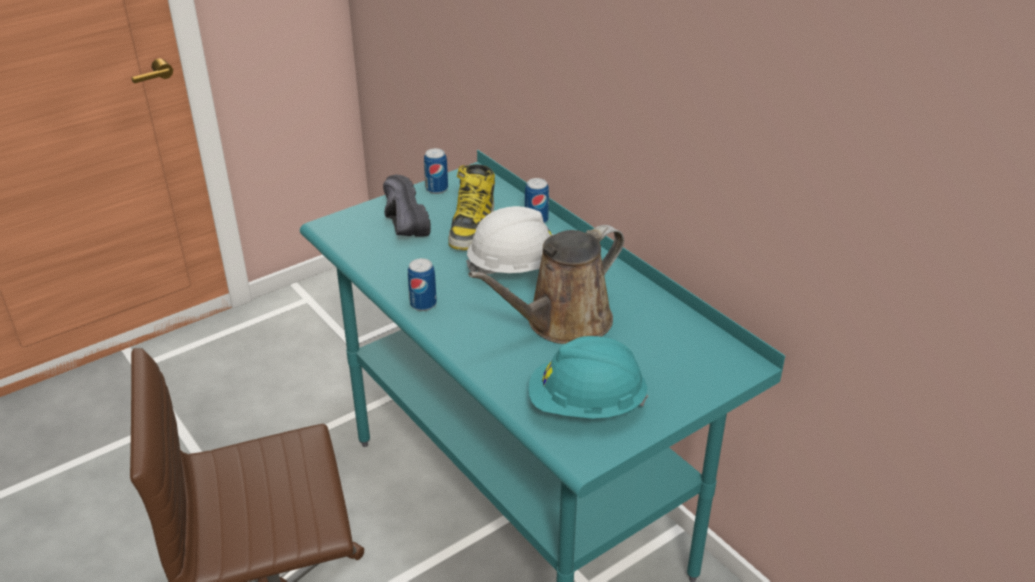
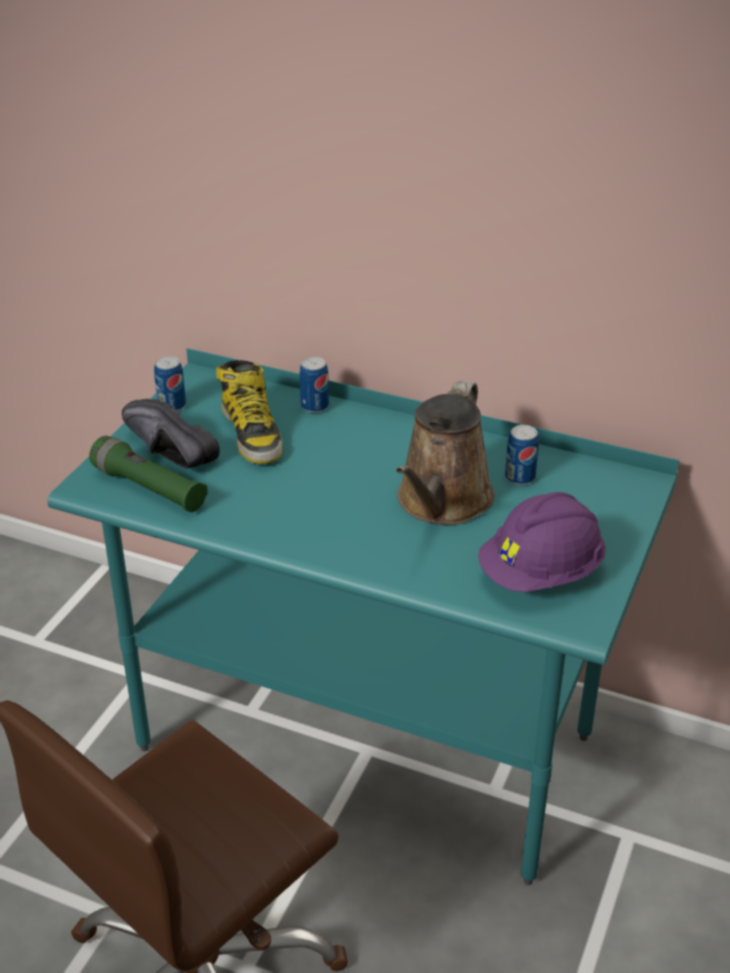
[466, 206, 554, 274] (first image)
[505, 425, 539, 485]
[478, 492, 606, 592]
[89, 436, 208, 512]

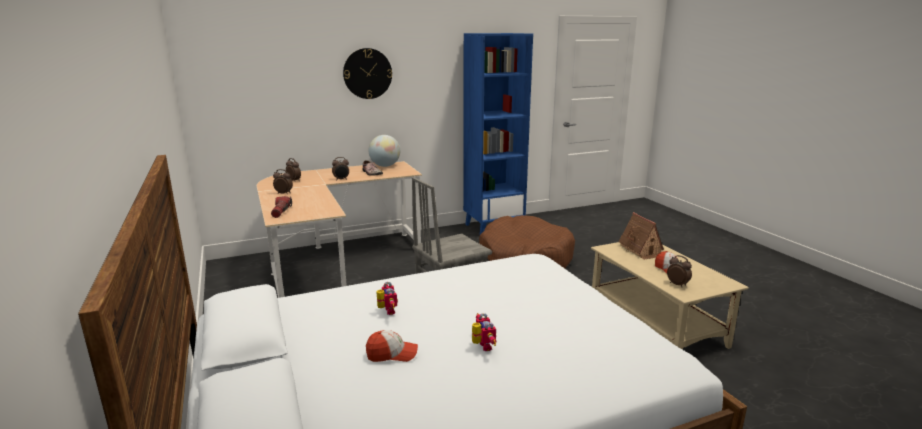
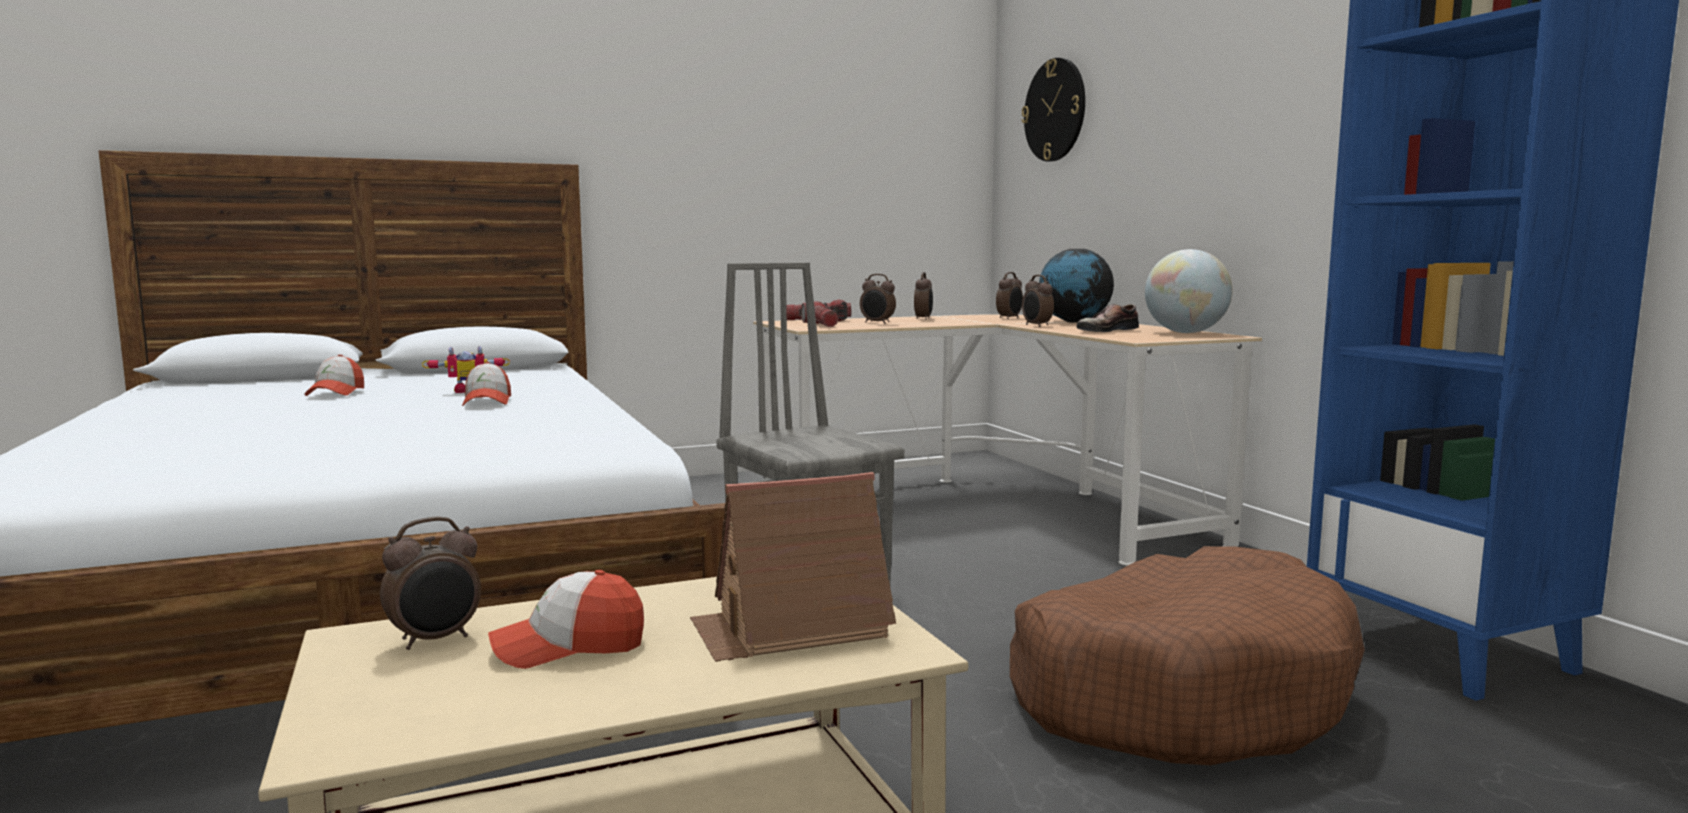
[1022, 58, 1085, 162]
[472, 313, 497, 351] (first image)
[1039, 249, 1114, 323]
[860, 274, 896, 324]
[801, 301, 839, 327]
[462, 362, 511, 406]

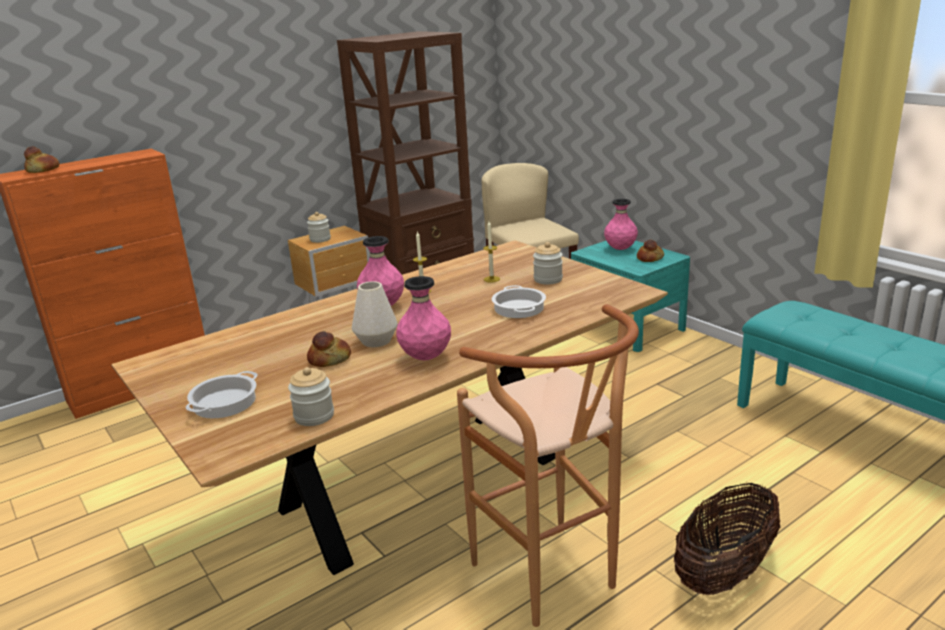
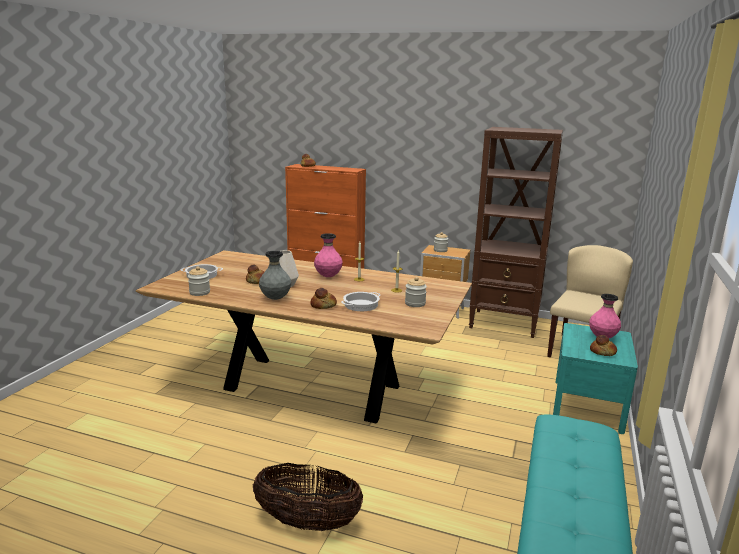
[259, 251, 291, 300]
[457, 304, 639, 627] (first image)
[310, 288, 337, 309]

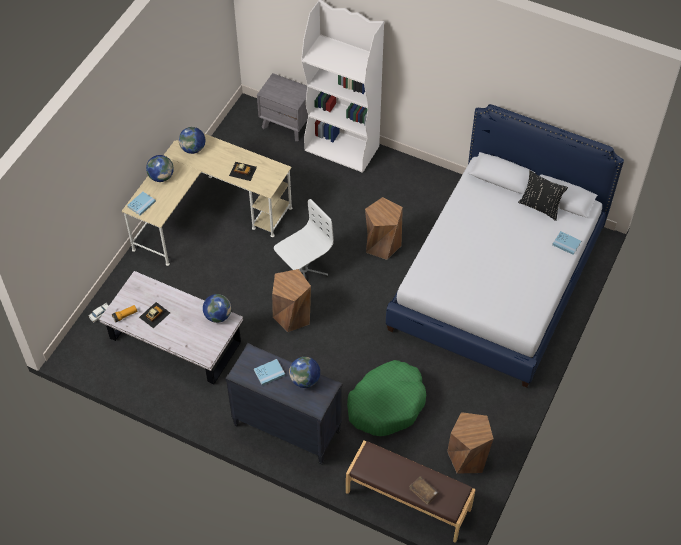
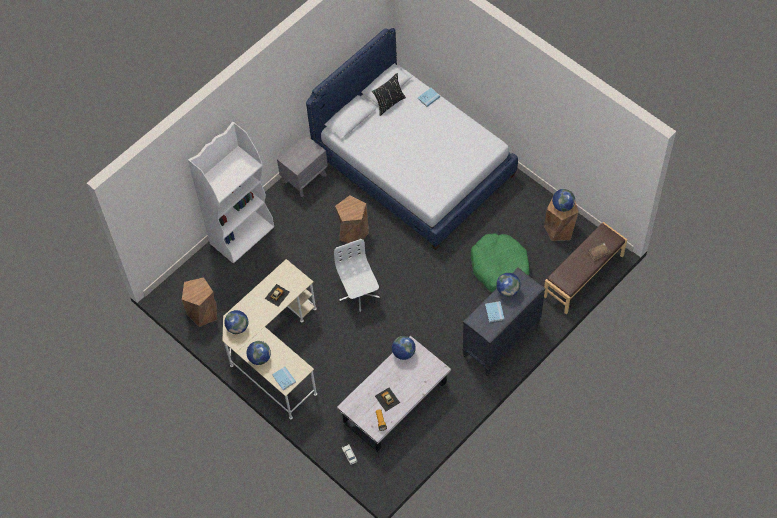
[277, 135, 328, 197]
[182, 277, 217, 327]
[552, 189, 575, 212]

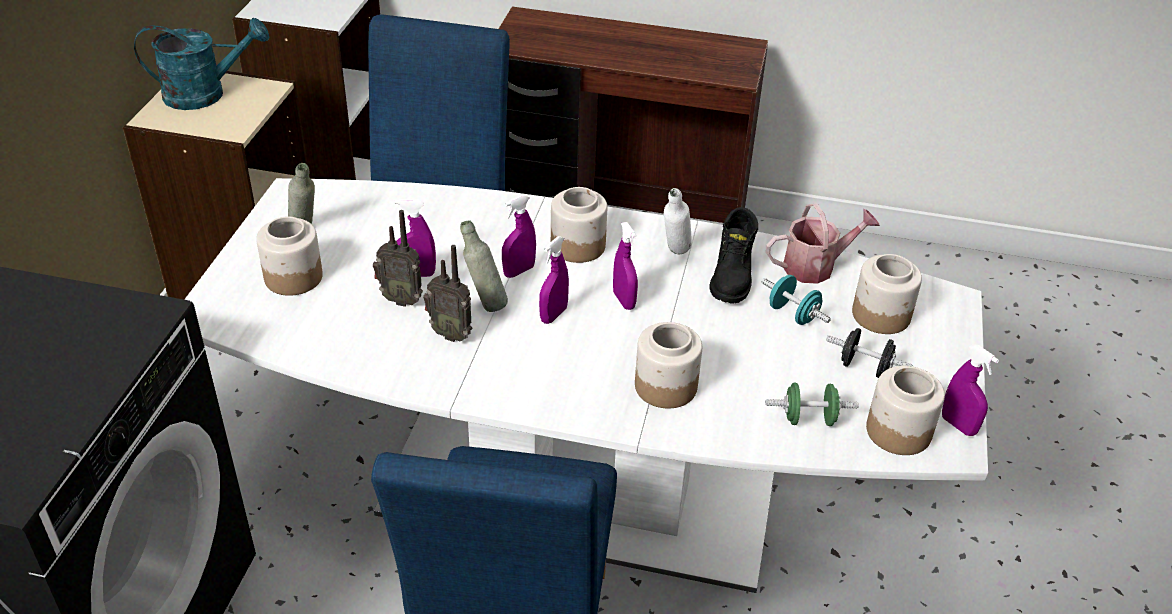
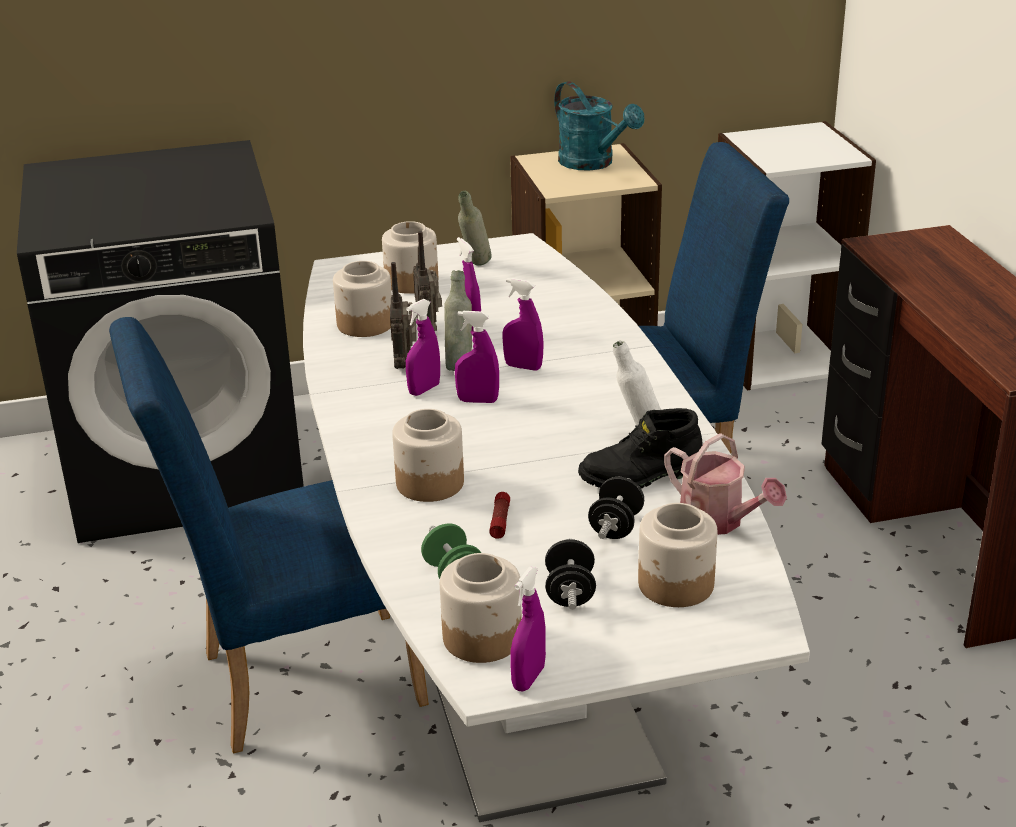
[333, 261, 392, 337]
[406, 299, 440, 396]
[588, 477, 644, 539]
[489, 492, 510, 539]

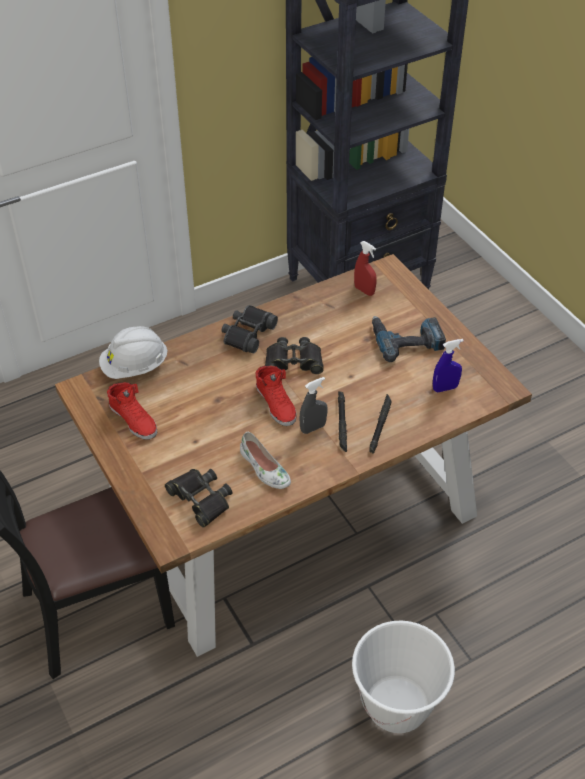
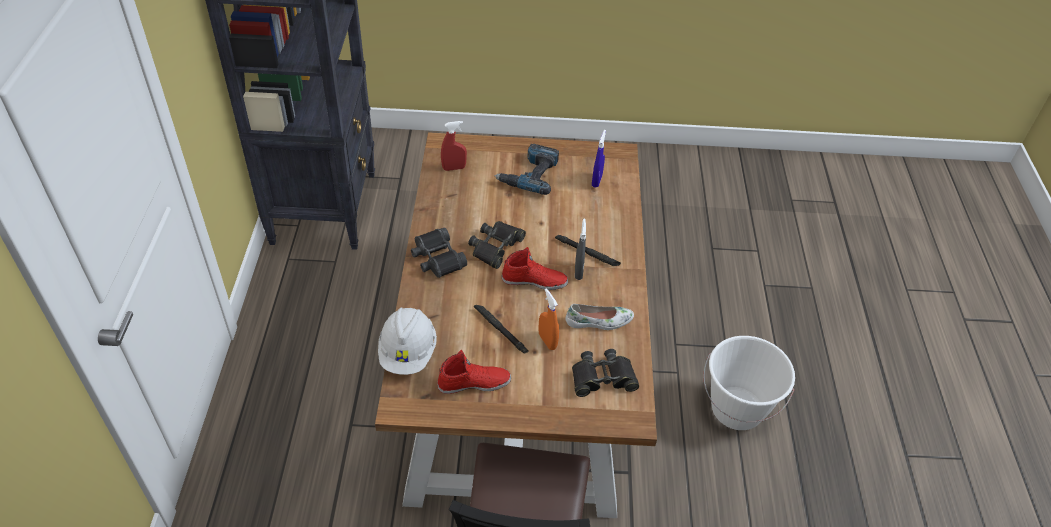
[474, 305, 529, 354]
[538, 288, 559, 350]

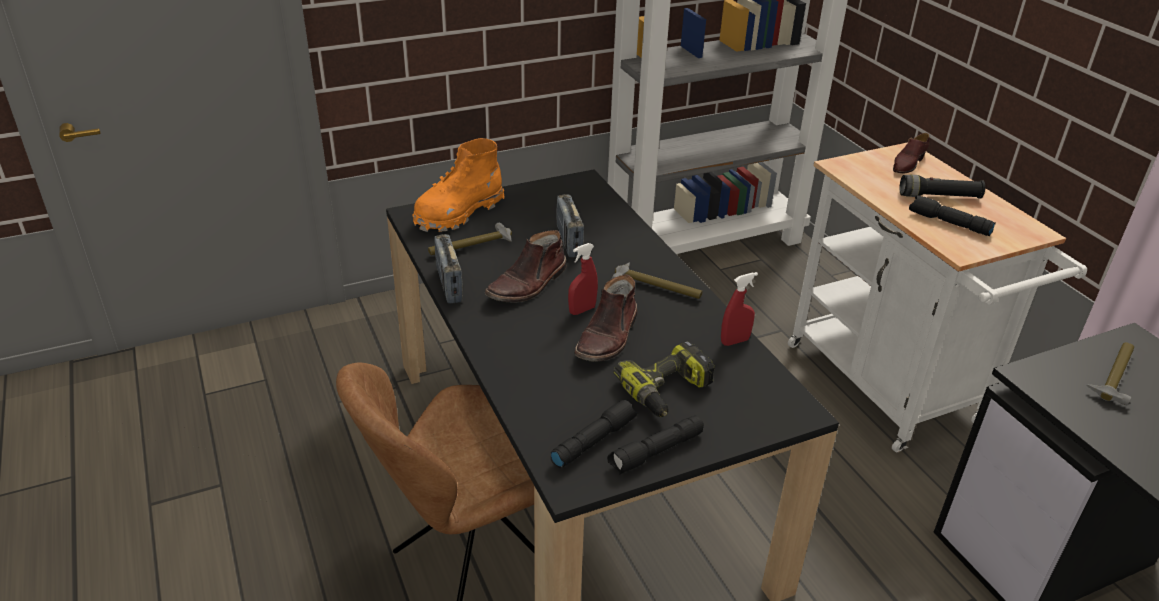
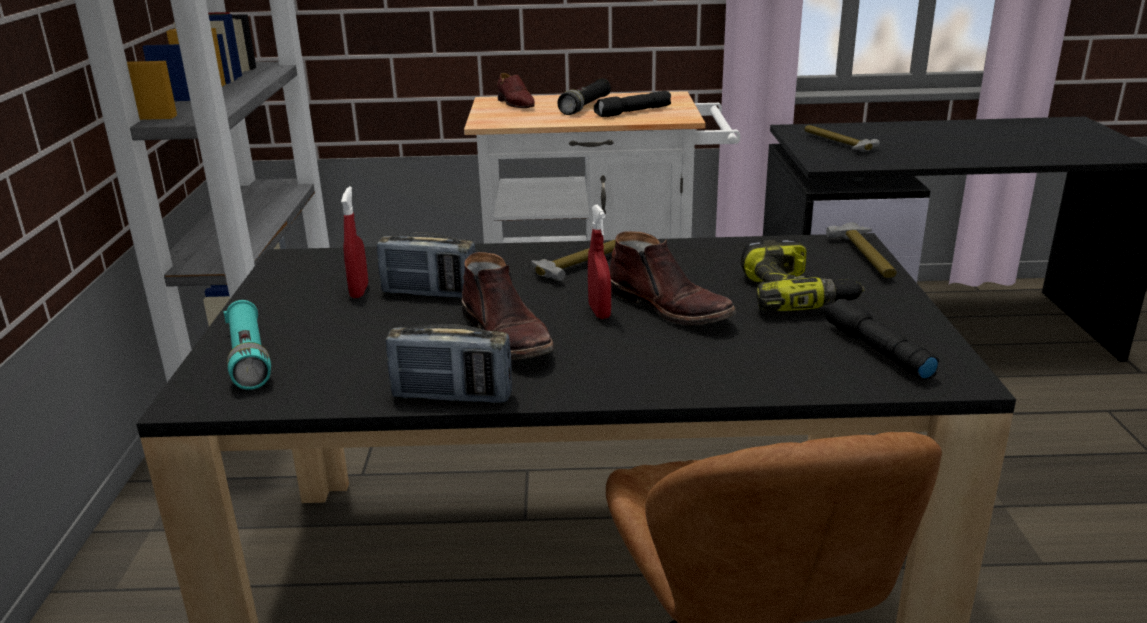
[224, 300, 271, 390]
[826, 222, 897, 278]
[341, 187, 368, 298]
[607, 415, 704, 475] (first image)

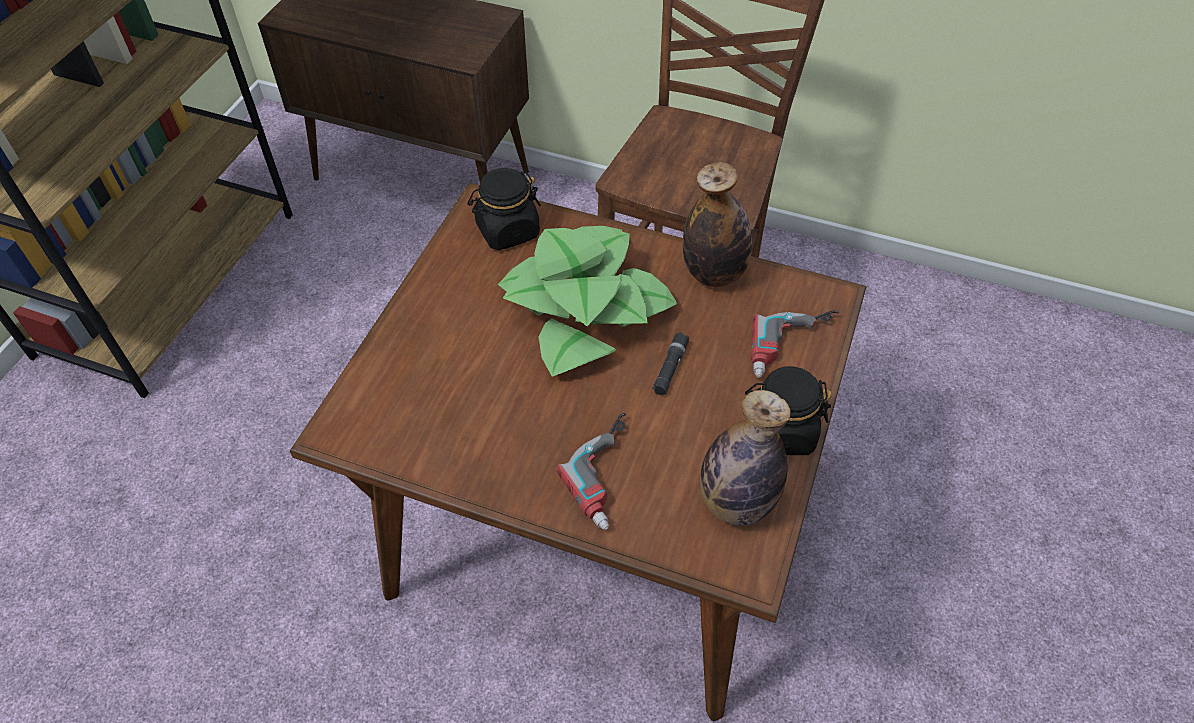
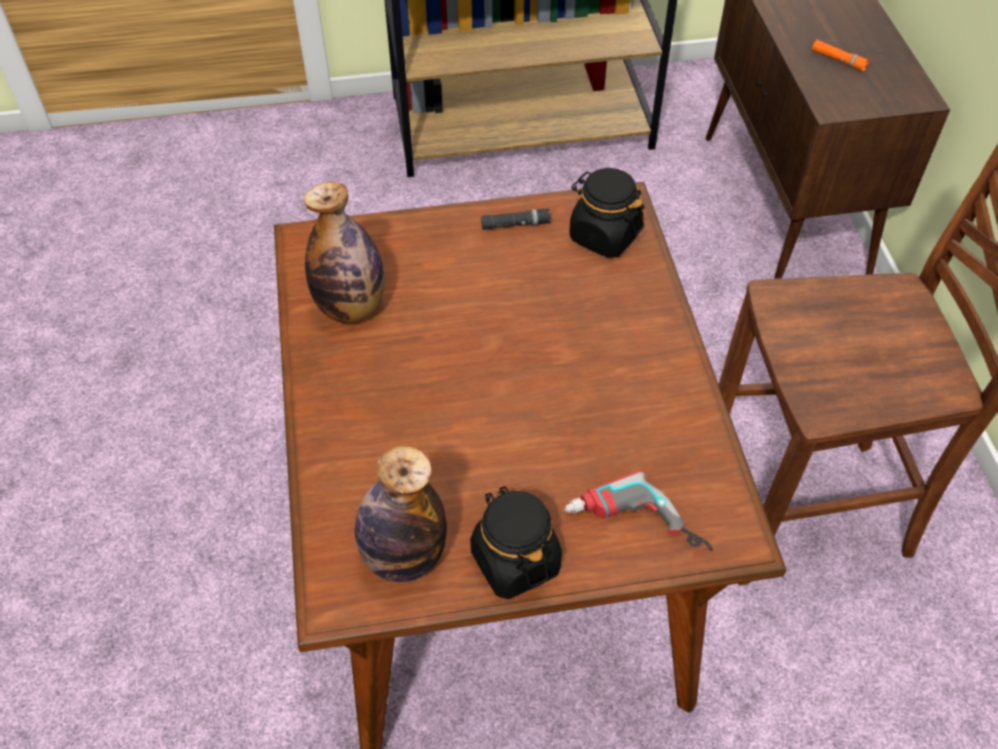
[304, 182, 385, 323]
[498, 226, 678, 377] (first image)
[481, 208, 552, 230]
[557, 413, 626, 530] (first image)
[812, 40, 869, 72]

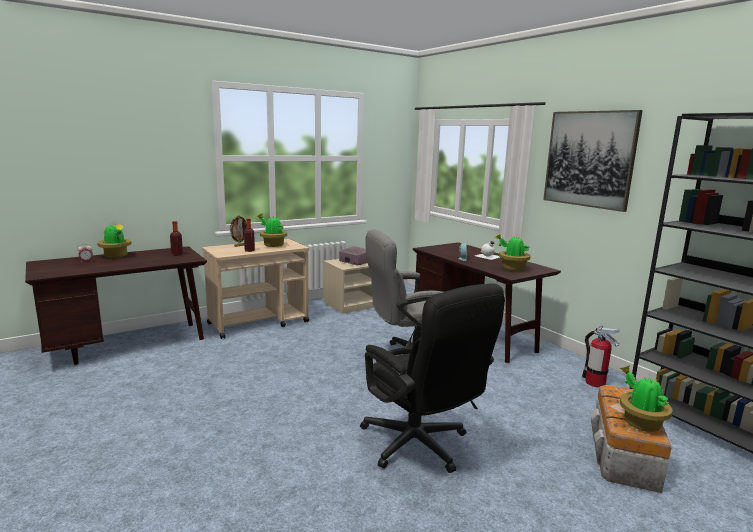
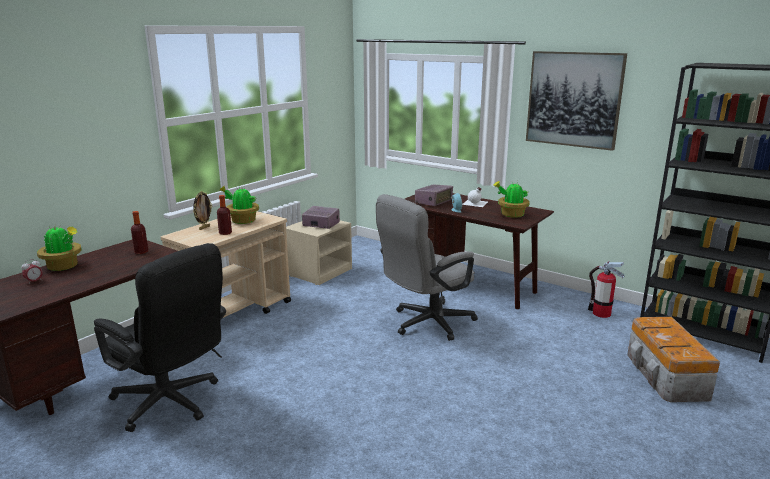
[94, 243, 226, 432]
[620, 366, 673, 432] (first image)
[415, 184, 453, 206]

